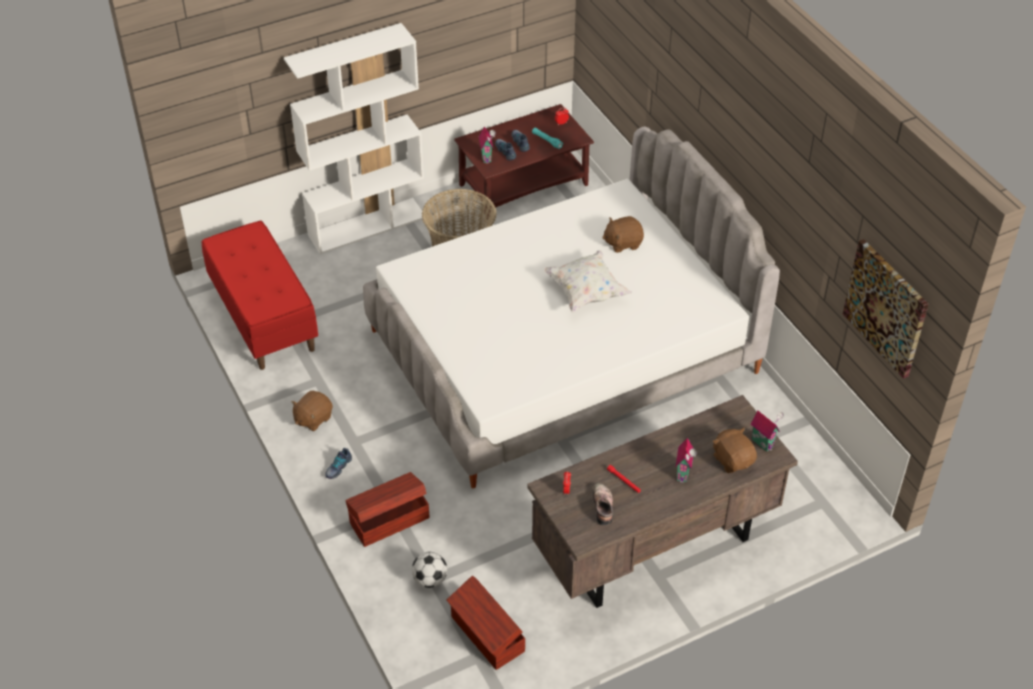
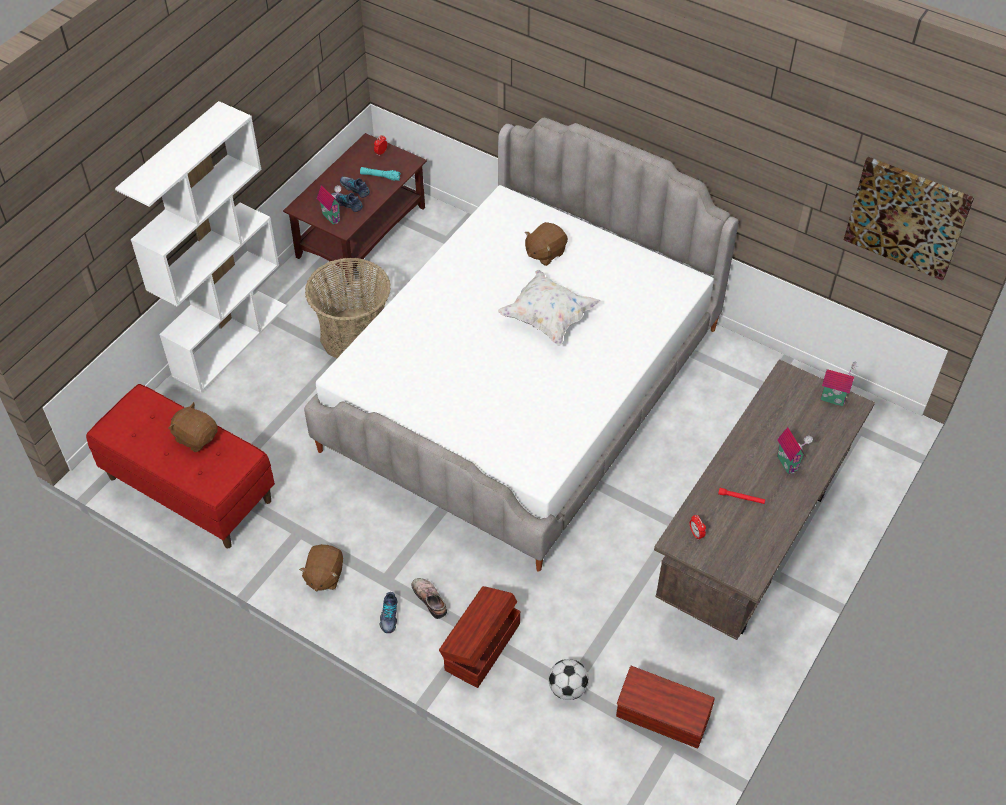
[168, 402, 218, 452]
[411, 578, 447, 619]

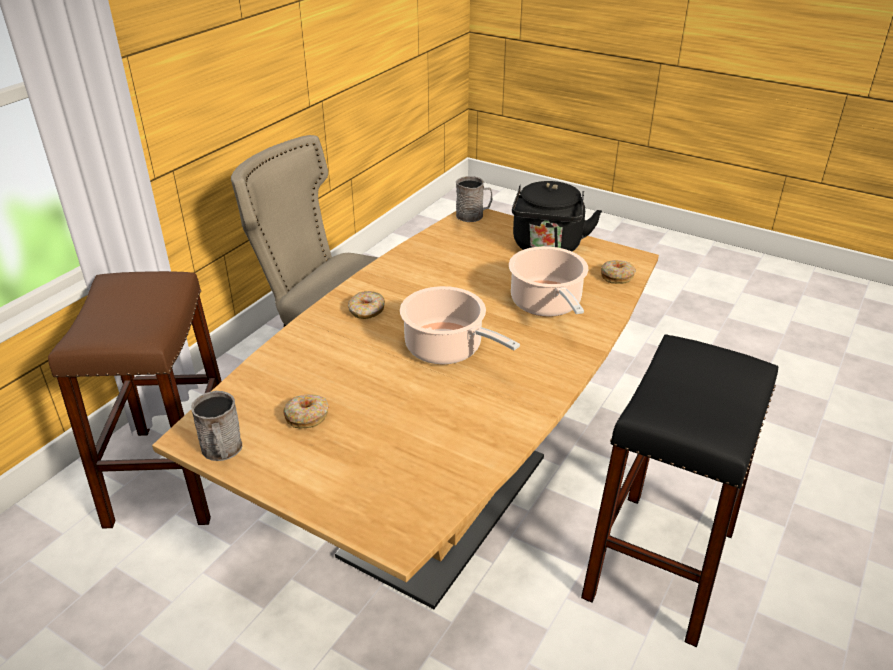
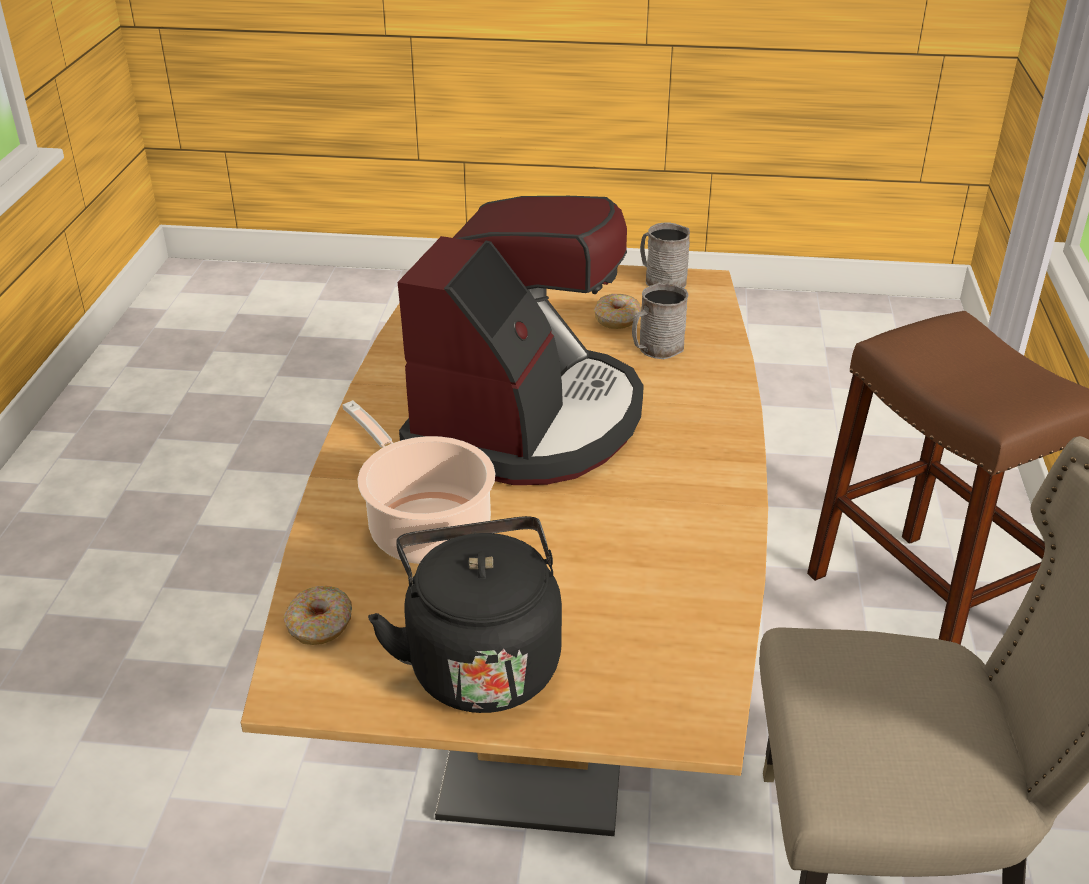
[632, 283, 688, 359]
[398, 196, 644, 485]
[348, 291, 385, 319] (first image)
[581, 334, 778, 647] (first image)

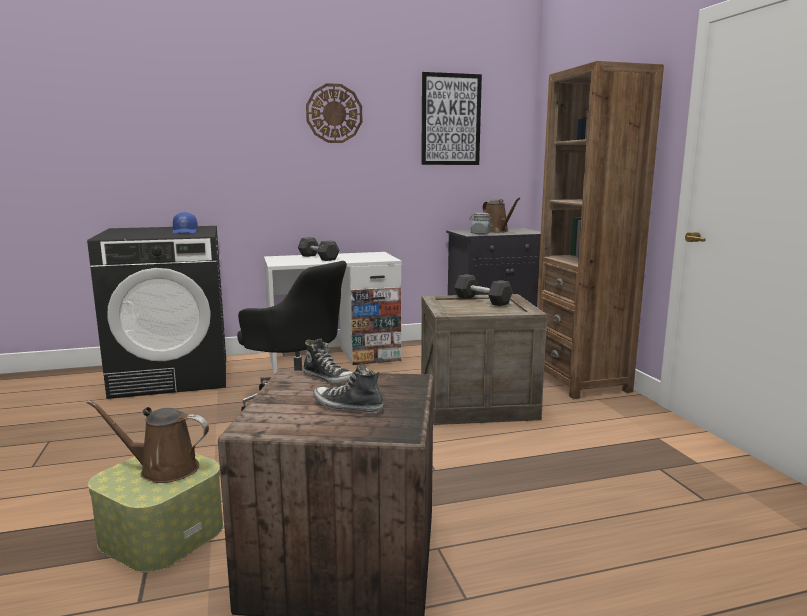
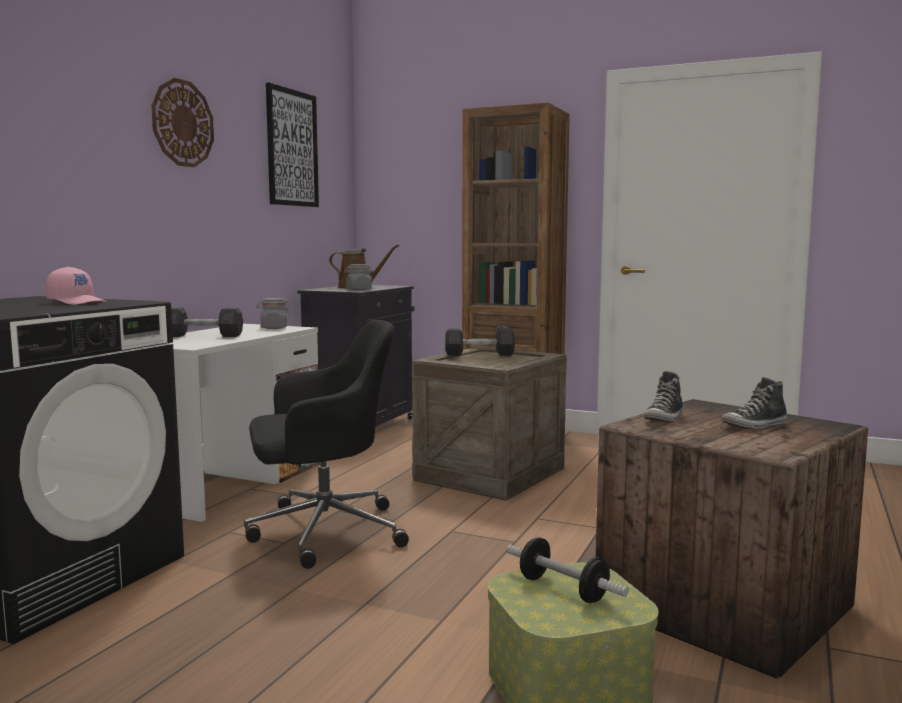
[46, 267, 107, 305]
[644, 371, 683, 422]
[507, 537, 629, 603]
[256, 298, 290, 329]

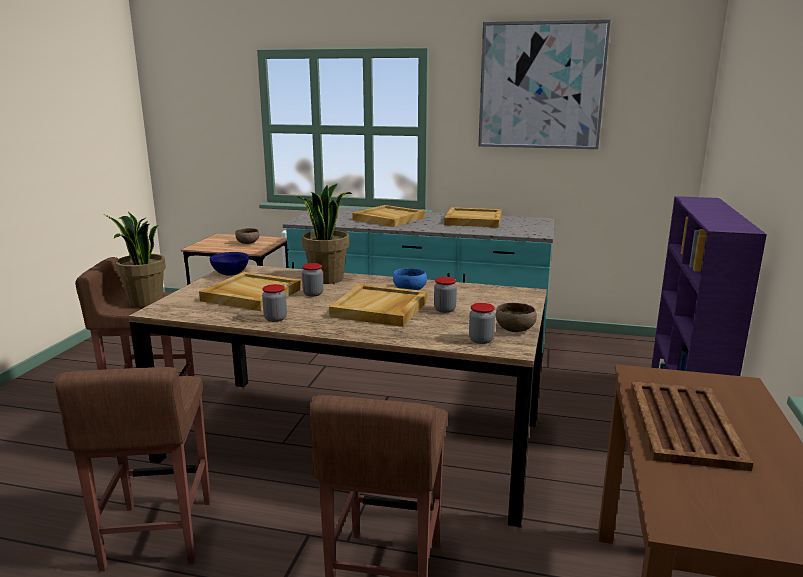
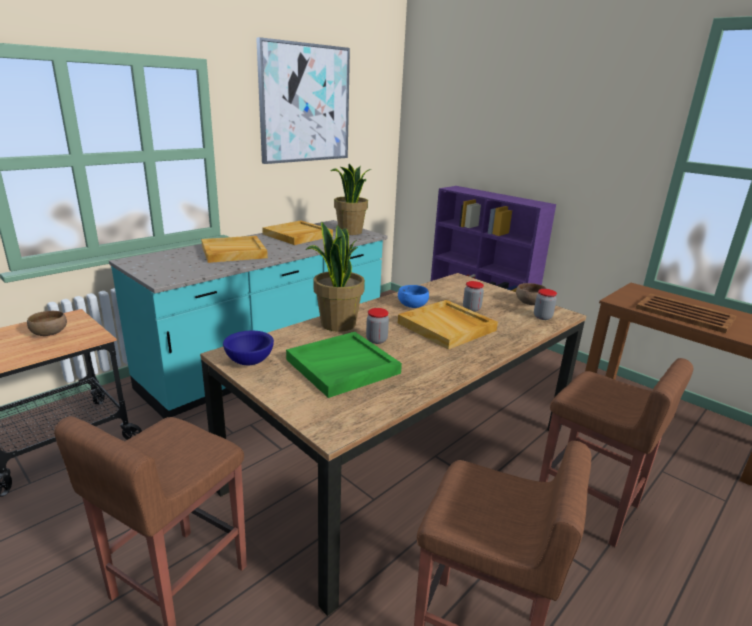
[331, 164, 371, 235]
[286, 332, 402, 398]
[262, 284, 287, 322] (first image)

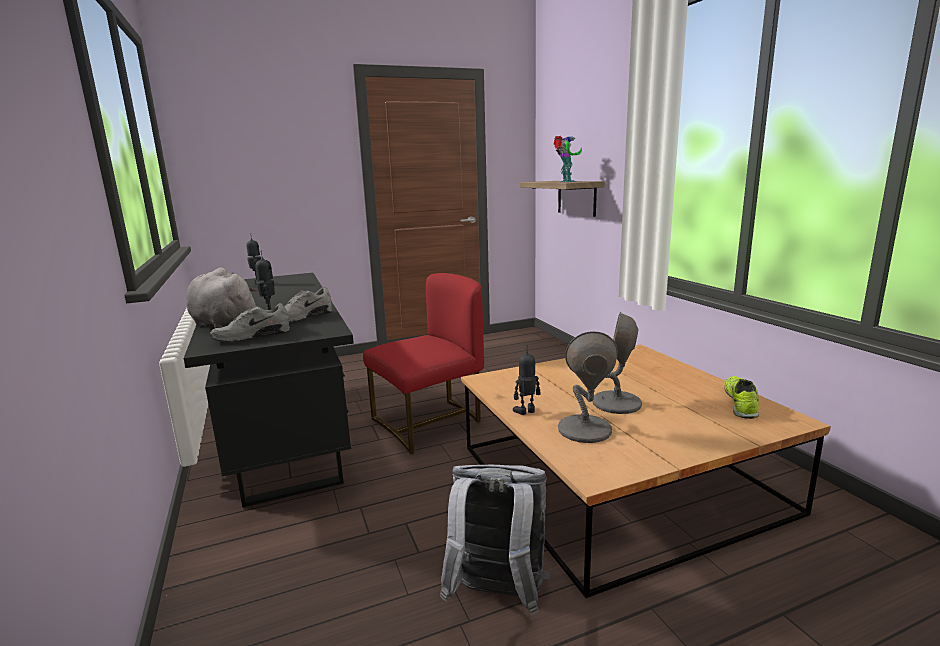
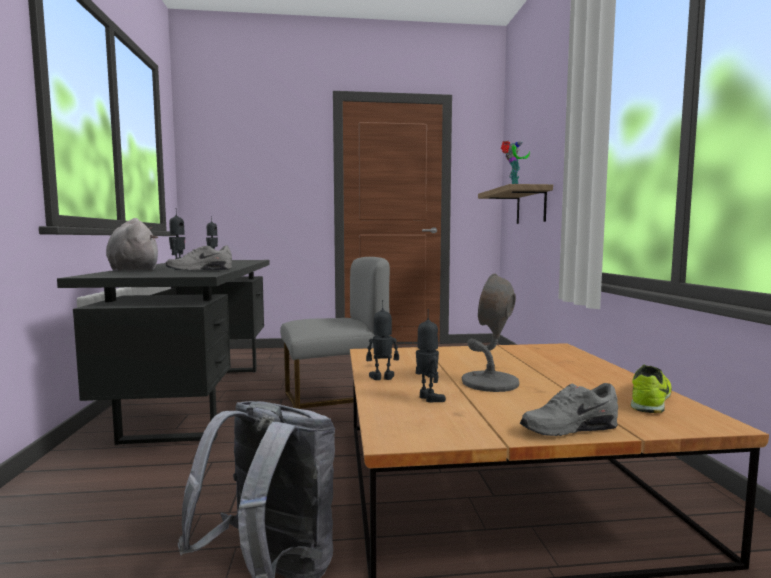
[280, 257, 390, 409]
[520, 383, 618, 436]
[415, 309, 446, 402]

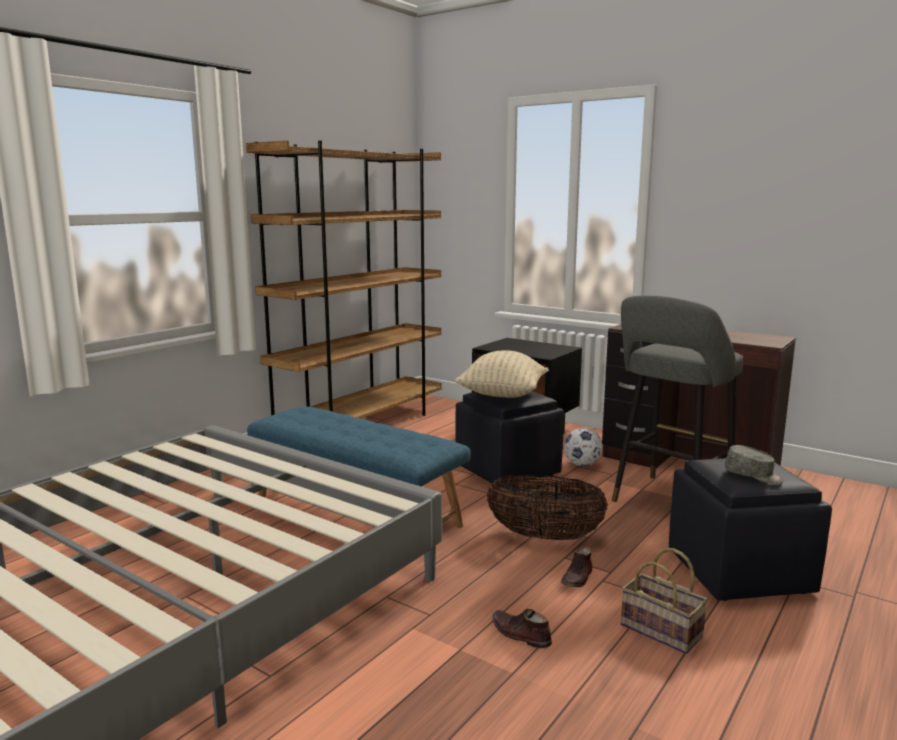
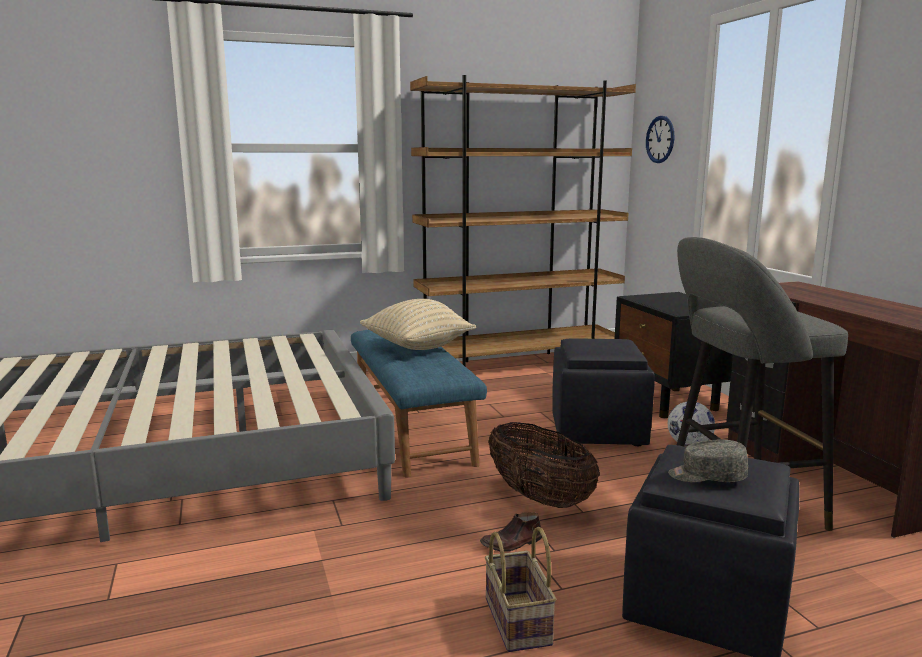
[360, 299, 476, 350]
[668, 440, 748, 482]
[492, 609, 552, 648] (first image)
[646, 116, 674, 163]

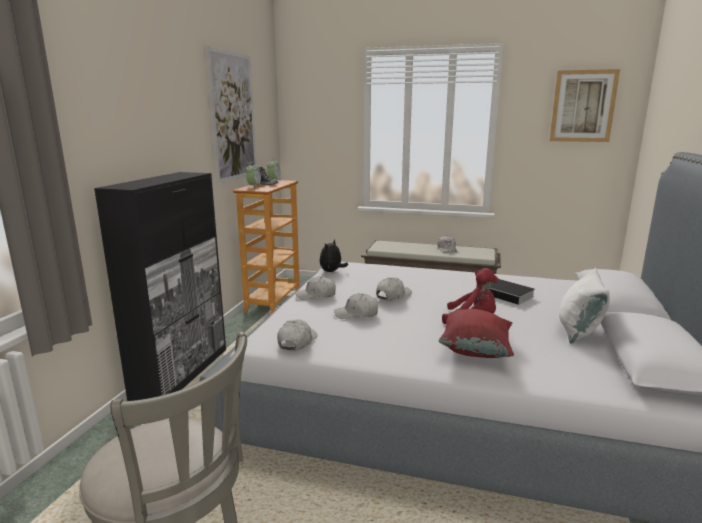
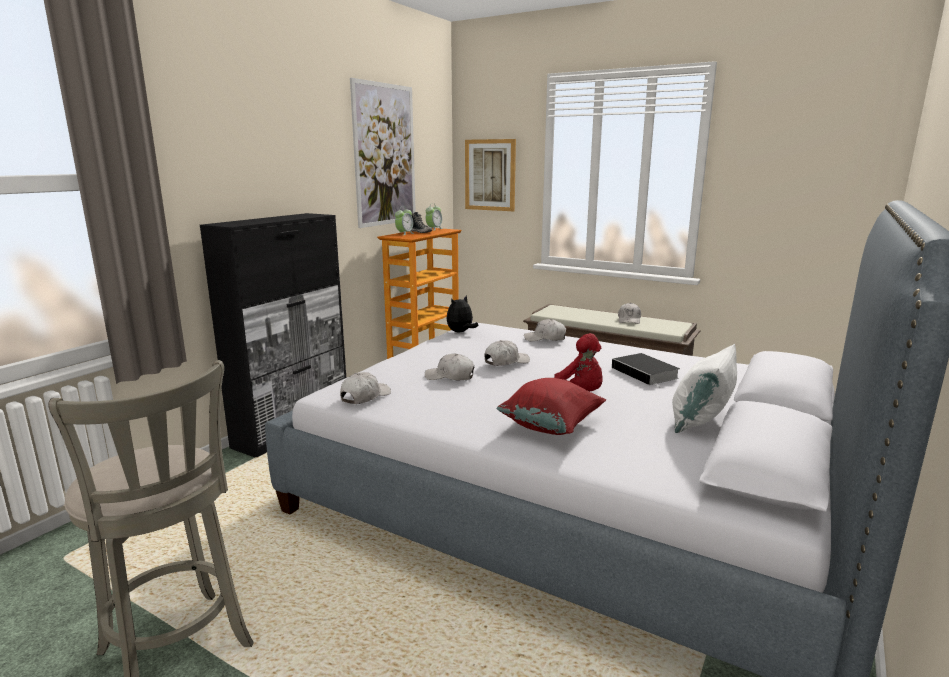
[465, 139, 516, 211]
[524, 319, 566, 341]

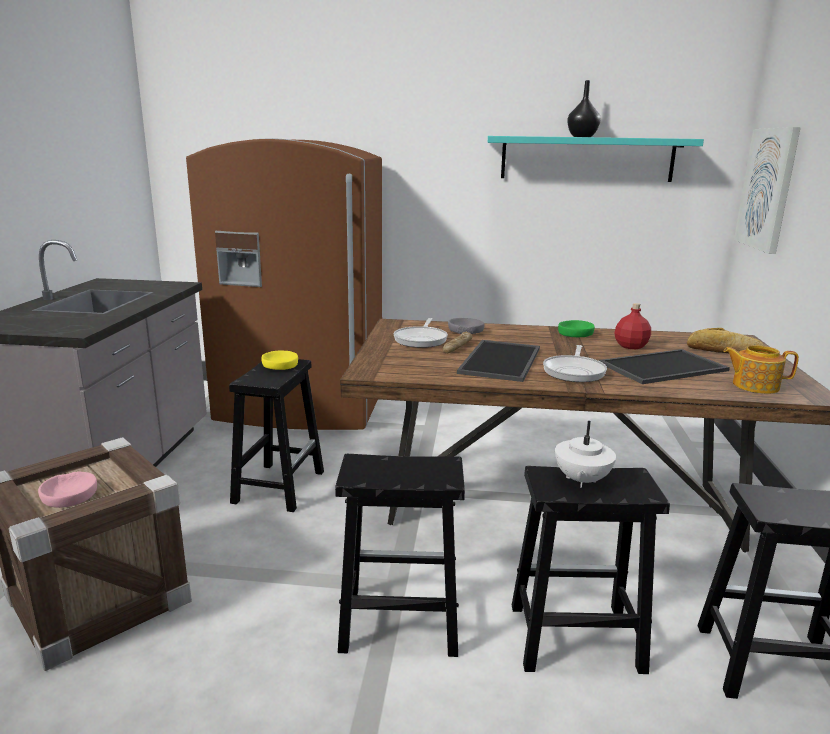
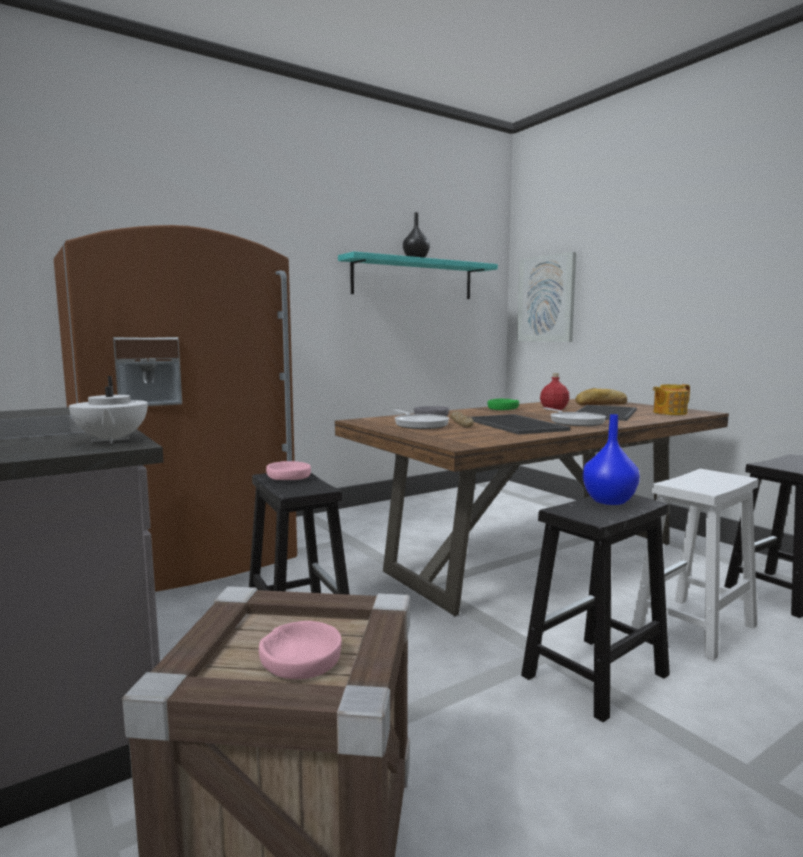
[266, 461, 311, 480]
[69, 376, 148, 444]
[631, 469, 758, 661]
[583, 414, 640, 505]

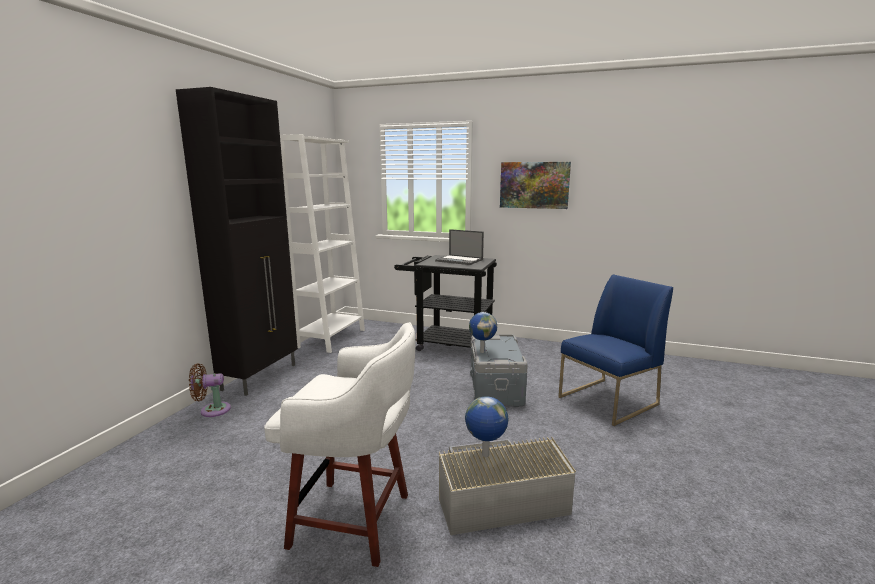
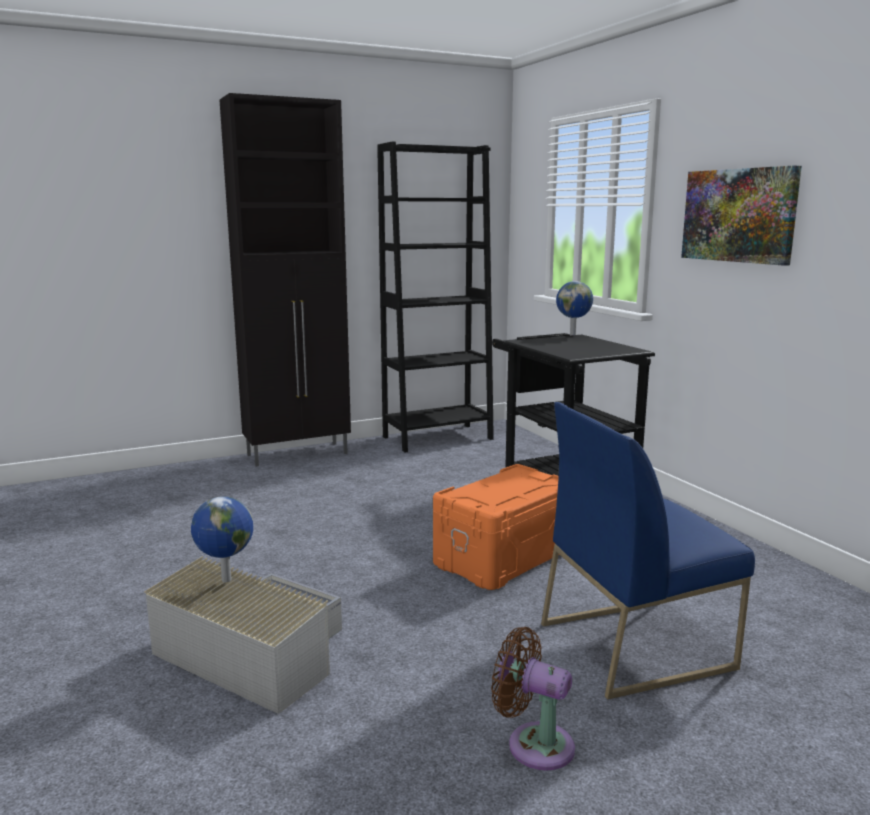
[377, 142, 494, 452]
[435, 229, 484, 265] (first image)
[541, 402, 755, 699]
[556, 281, 593, 335]
[264, 322, 415, 567] (first image)
[433, 464, 559, 590]
[491, 627, 575, 770]

